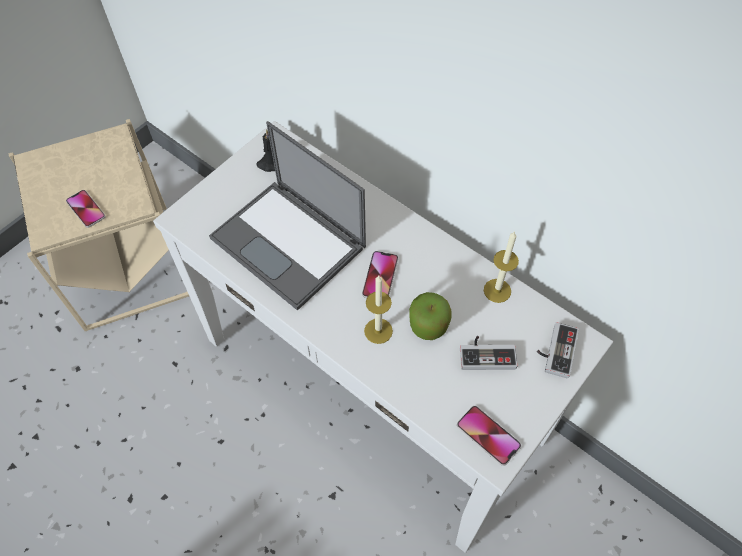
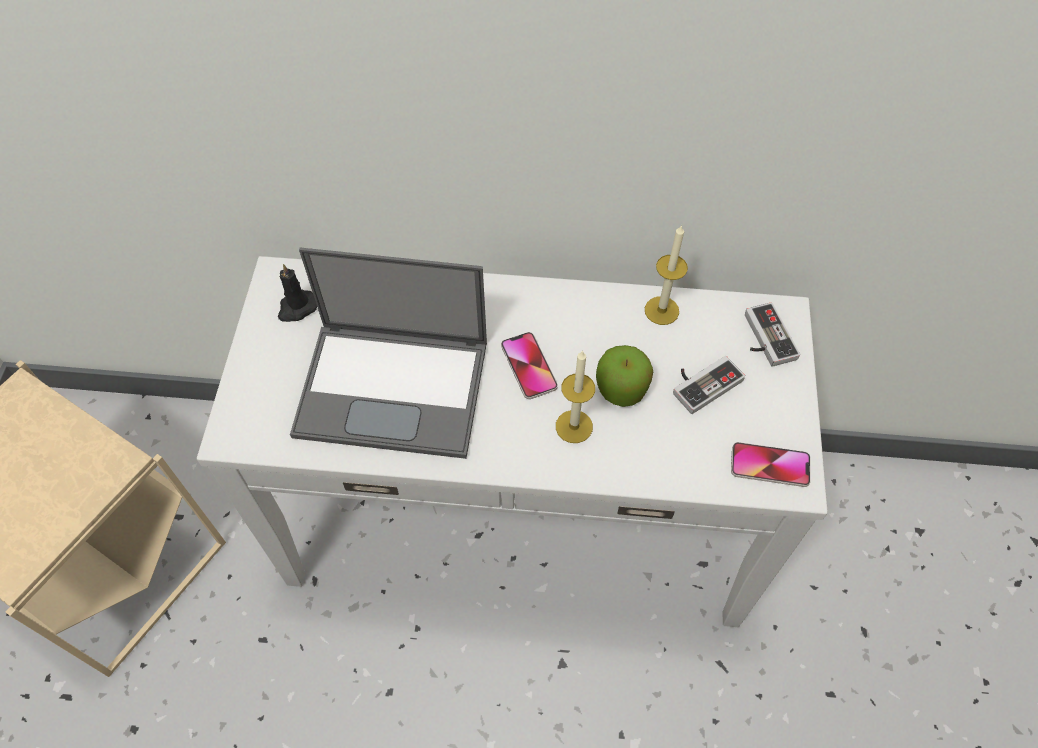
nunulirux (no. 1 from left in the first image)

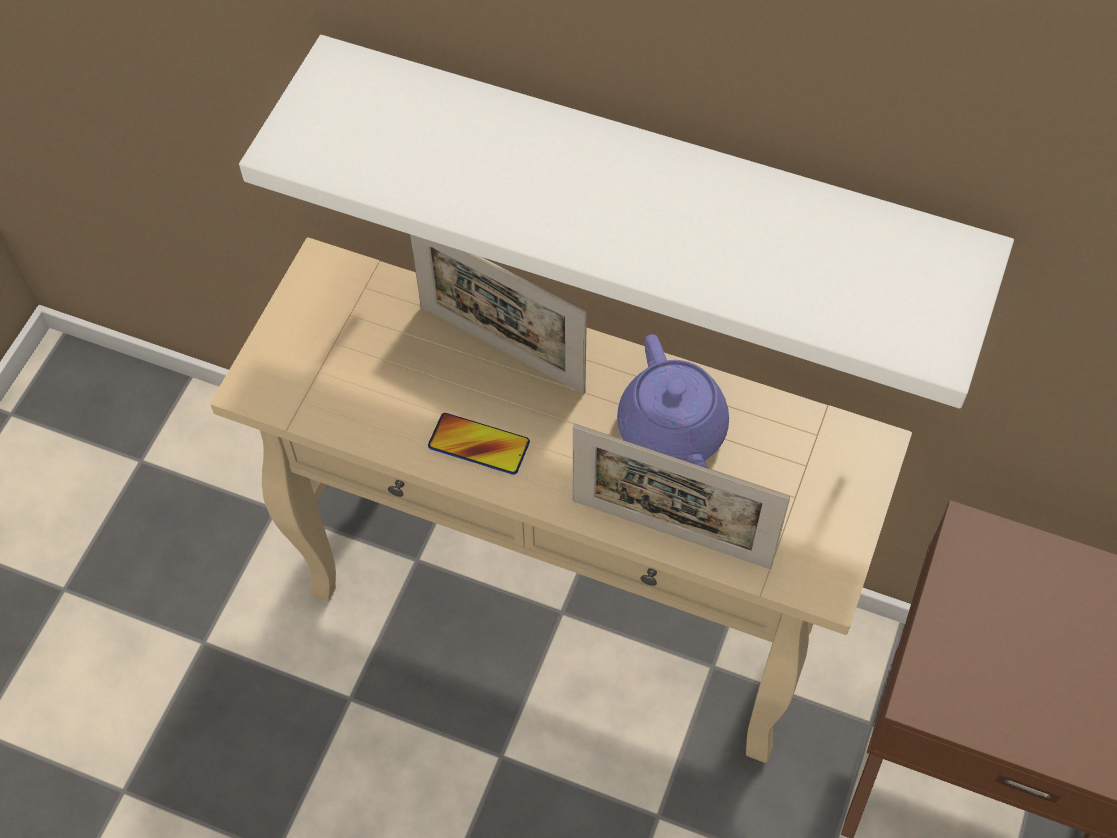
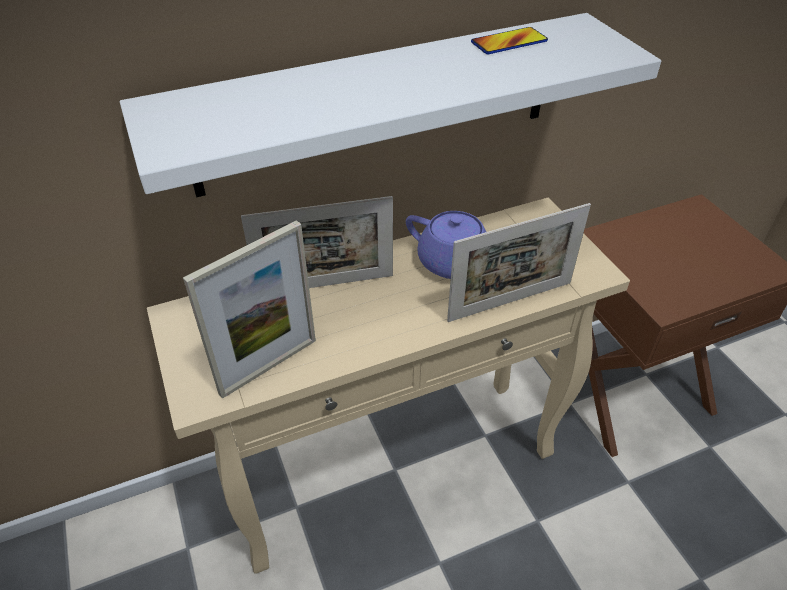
nunulirux
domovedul (no. 1 from left)

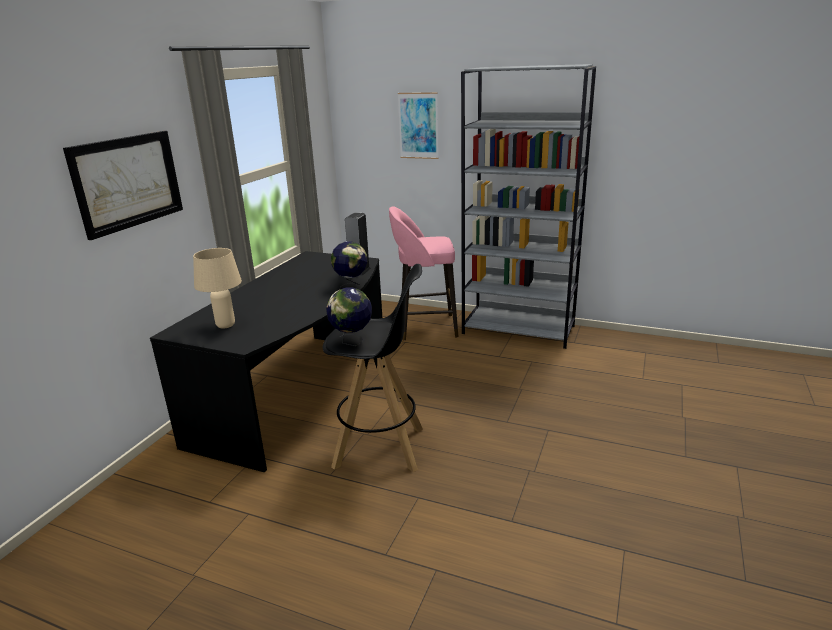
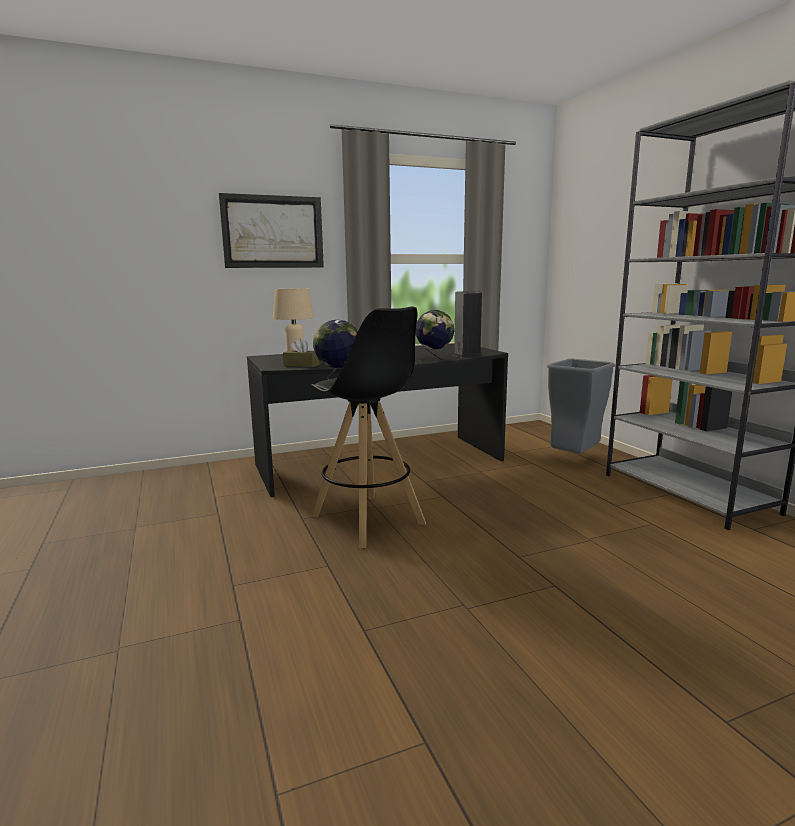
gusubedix (no. 2 from left in the first image)
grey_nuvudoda
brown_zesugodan

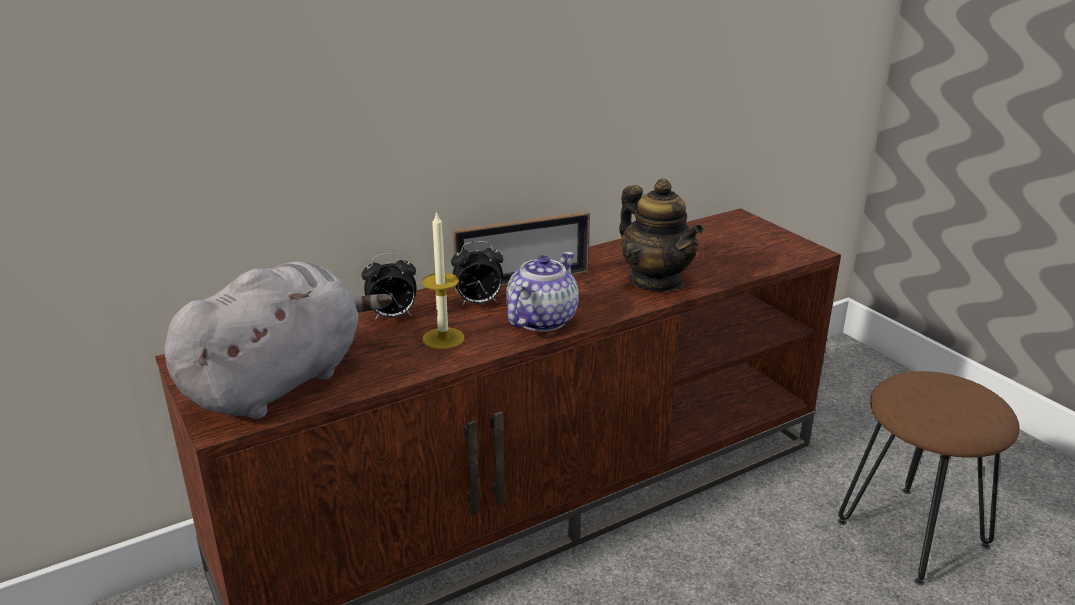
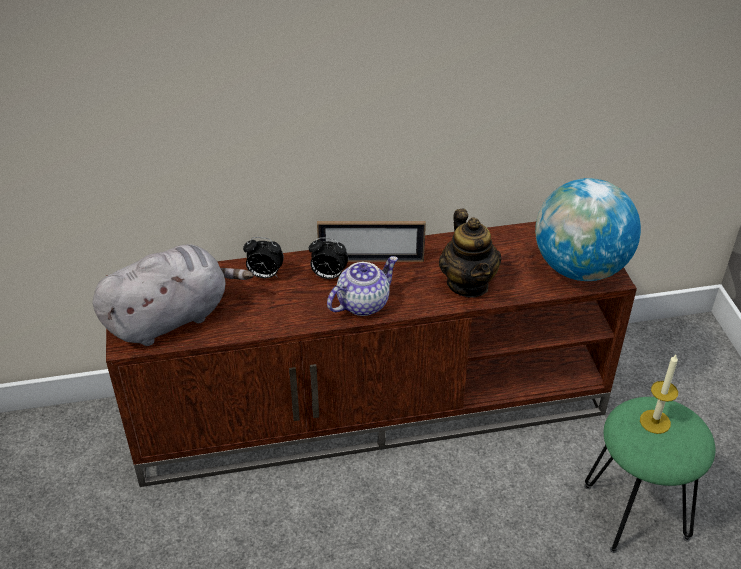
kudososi
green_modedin
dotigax

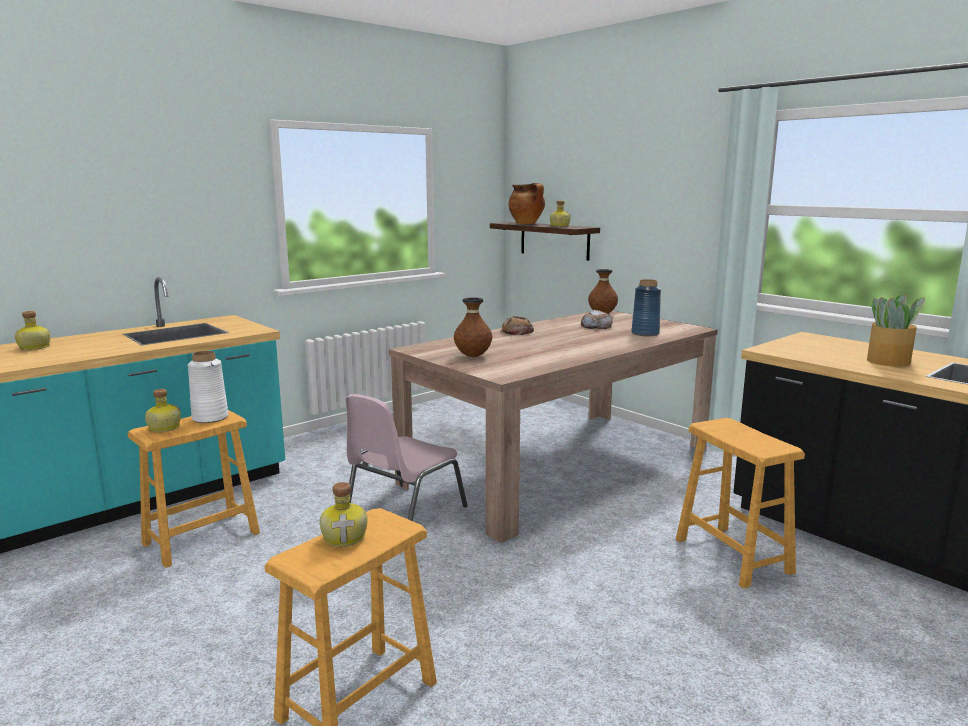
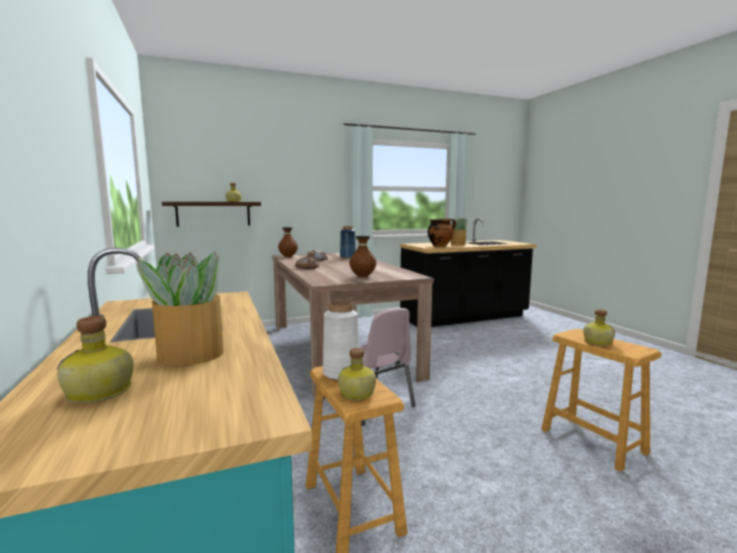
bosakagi
brown_modedin (no. 3 from left in the first image)
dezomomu (no. 1 from left)

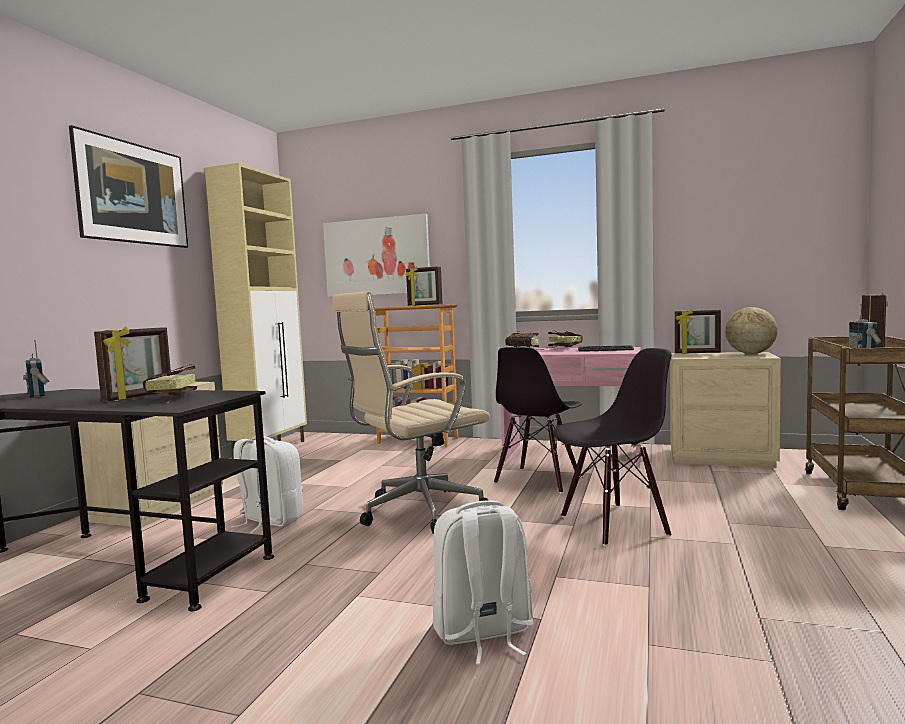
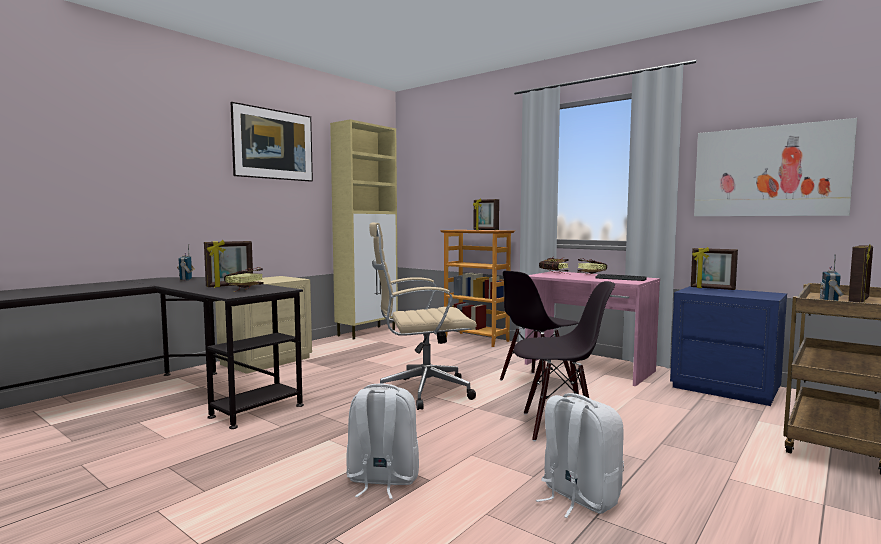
gusubedix (no. 2 from left)
dotigax
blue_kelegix
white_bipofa (no. 2 from left)

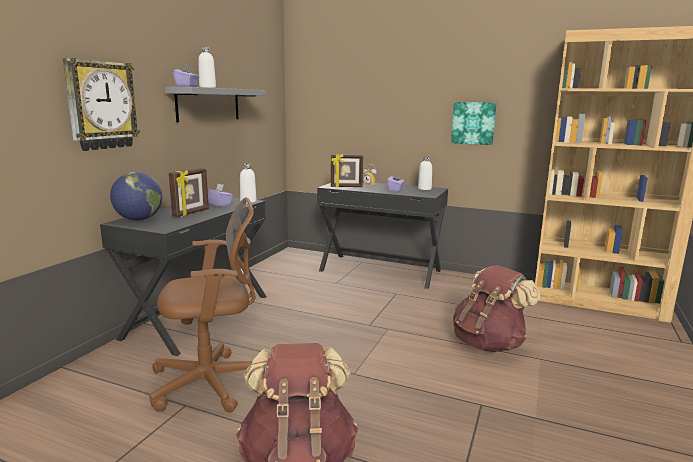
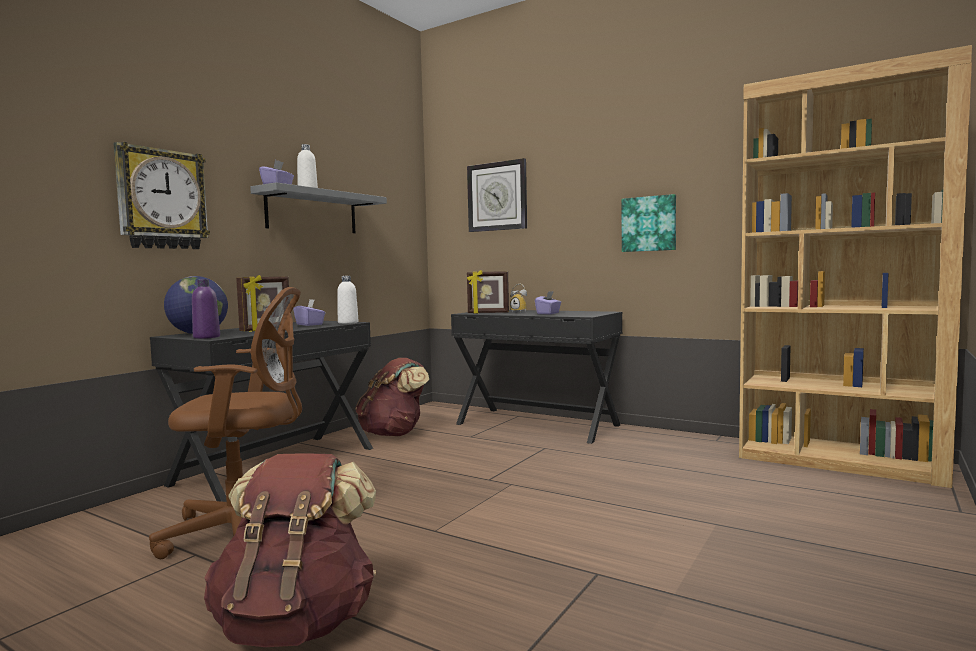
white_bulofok (no. 3 from left in the first image)
brown_bipofa (no. 2 from left)
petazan (no. 2 from left)
purple_bulofok

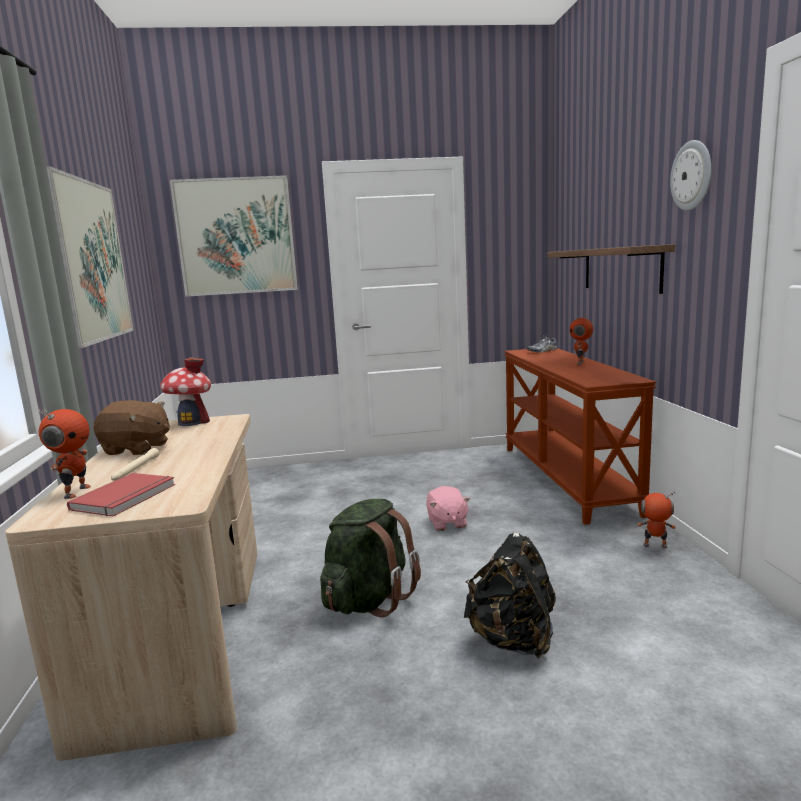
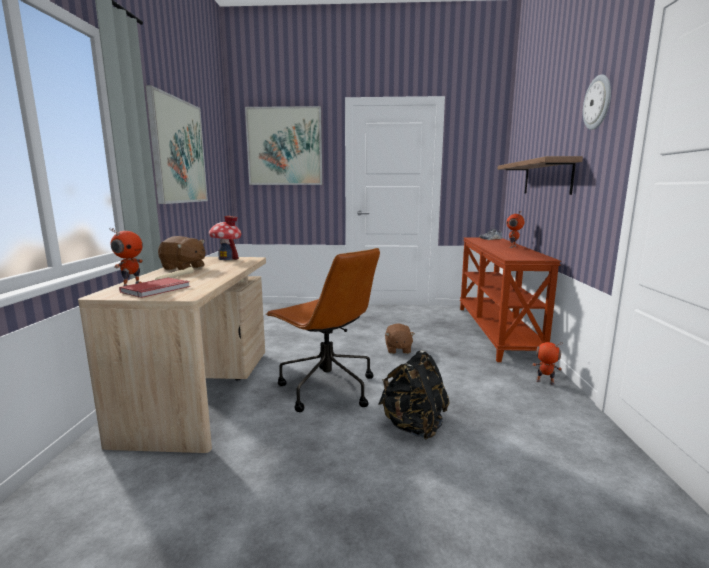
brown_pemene (no. 2 from left)
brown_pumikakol

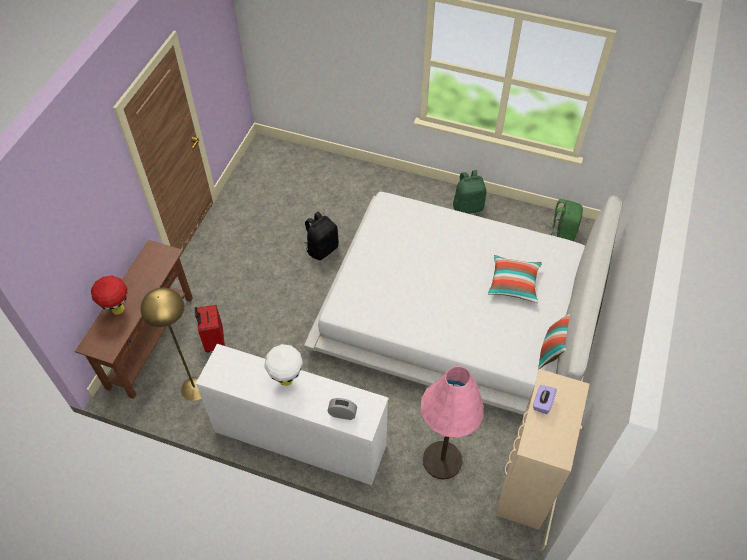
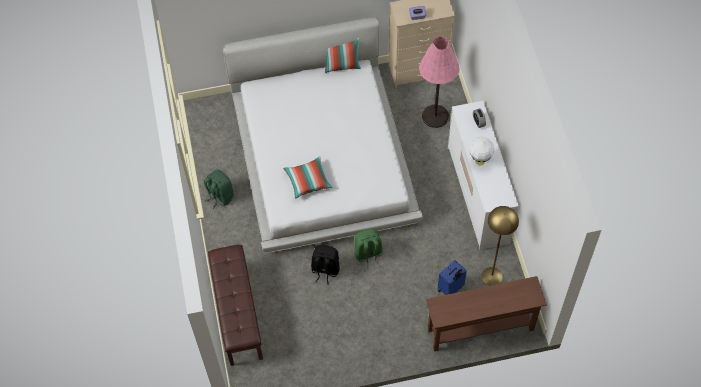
green_bipofa (no. 2 from left)
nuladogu (no. 1 from left)
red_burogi
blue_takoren
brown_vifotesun

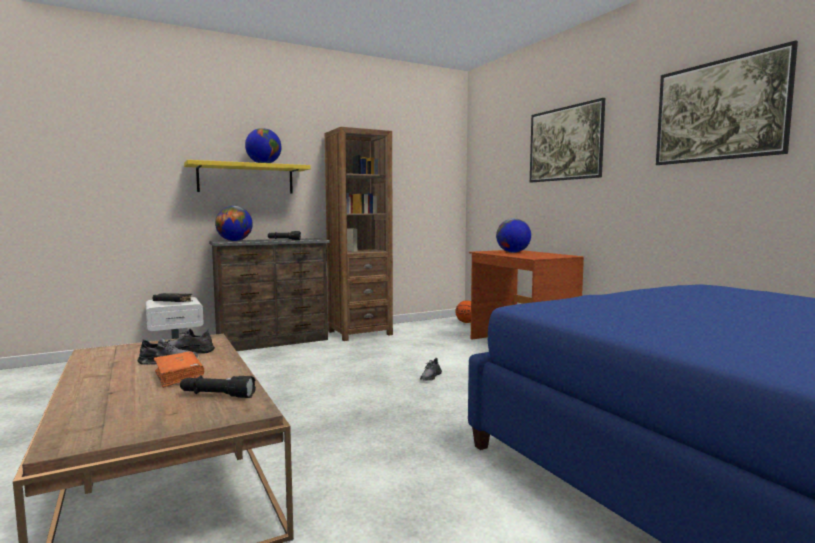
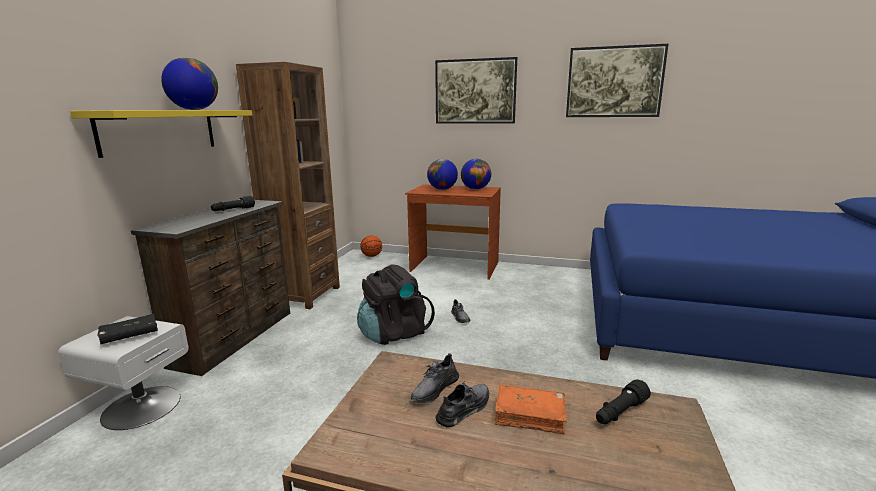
dotigax (no. 3 from left)
black_bipofa

